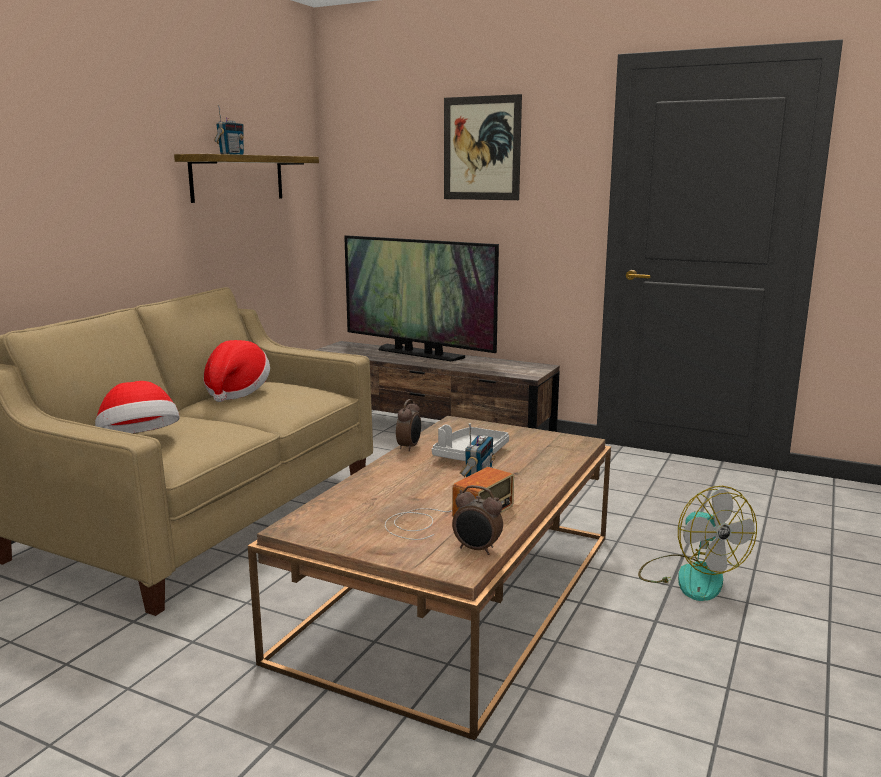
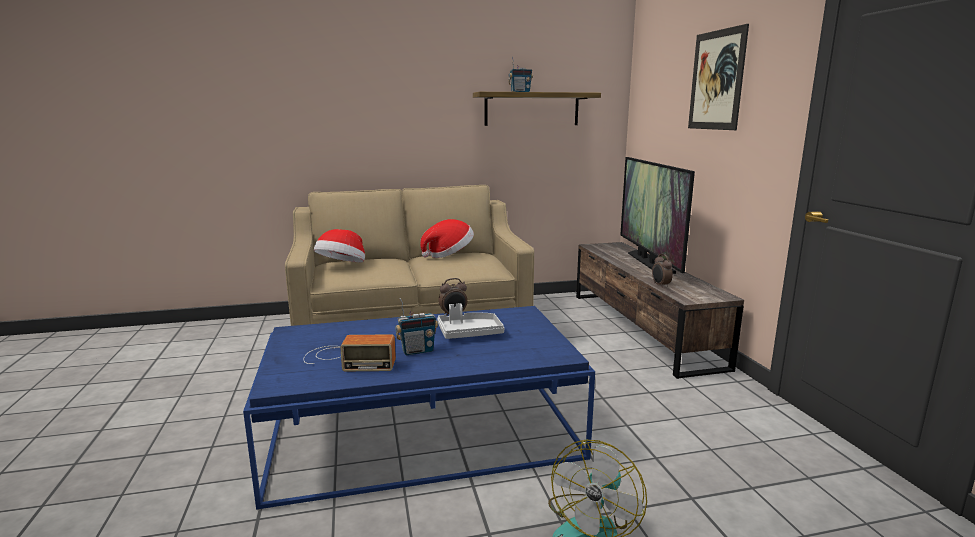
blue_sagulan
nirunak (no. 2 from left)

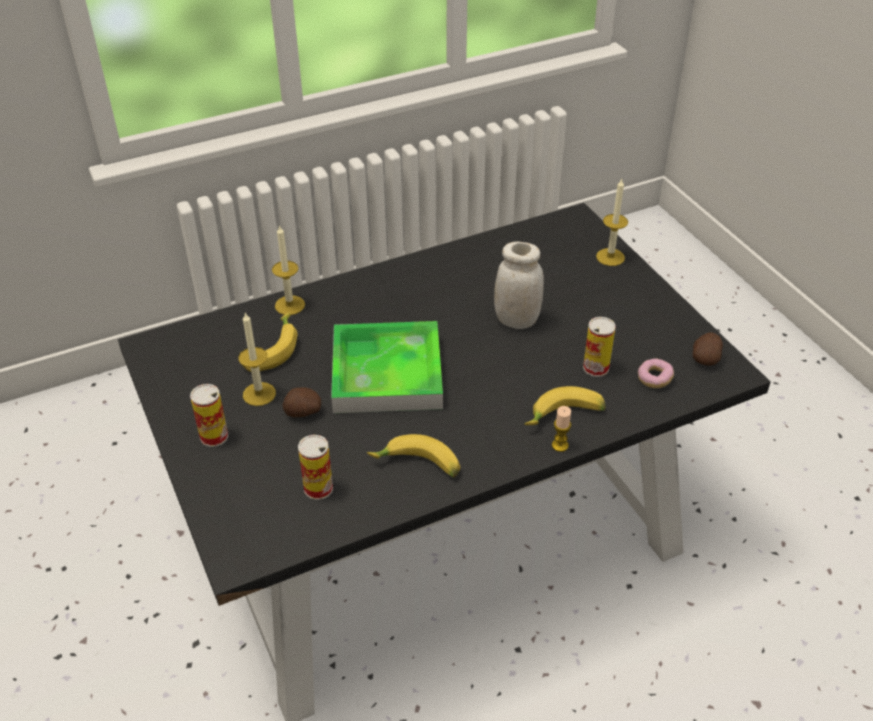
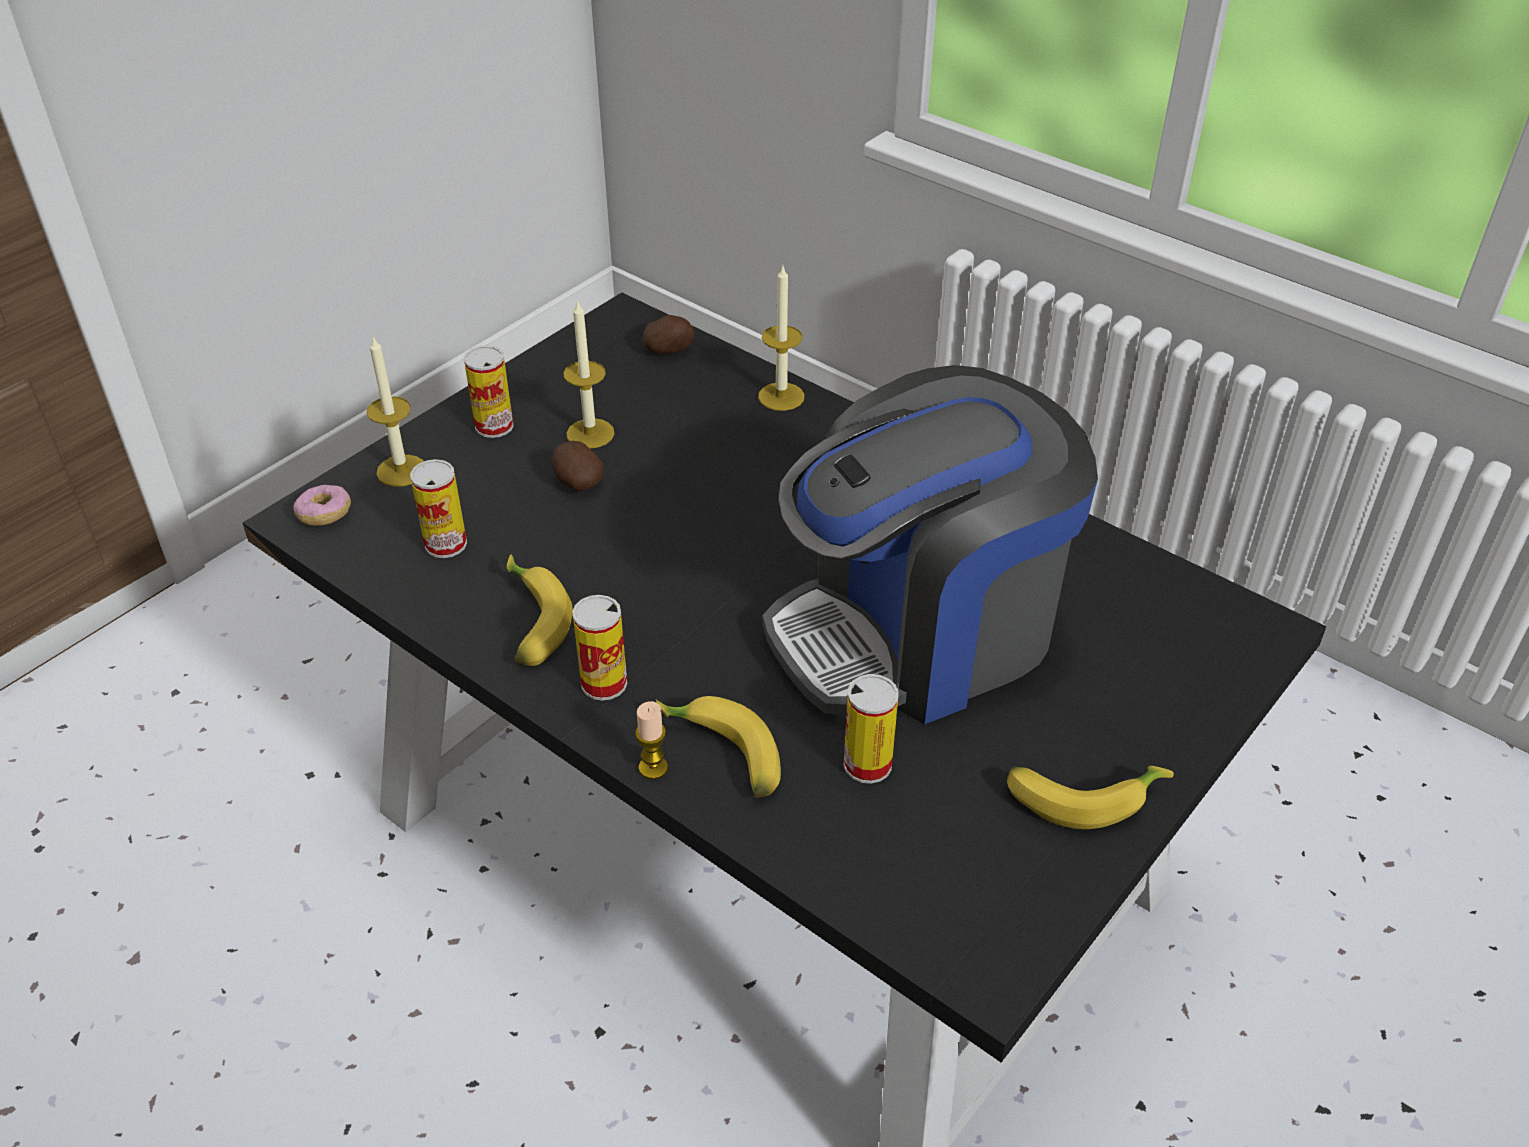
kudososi (no. 1 from left)
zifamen
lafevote (no. 3 from left)
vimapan
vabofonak (no. 2 from left)
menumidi
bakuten (no. 3 from left)

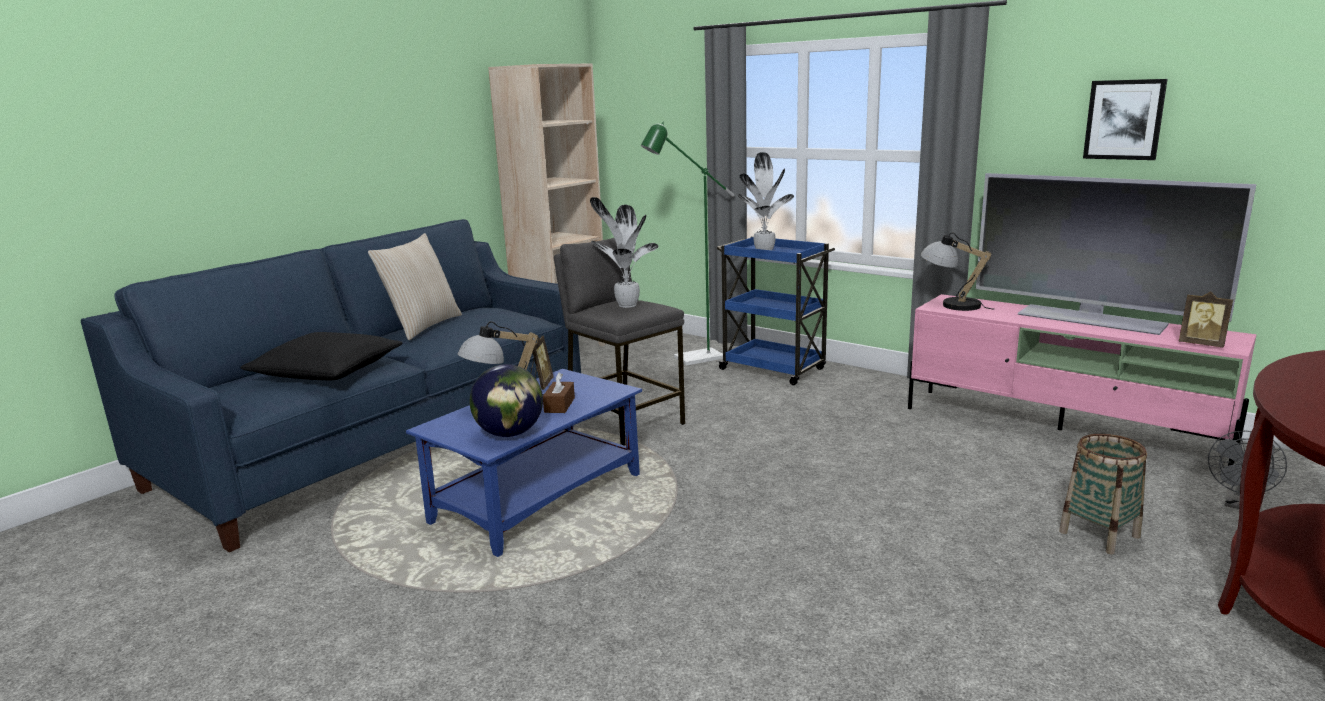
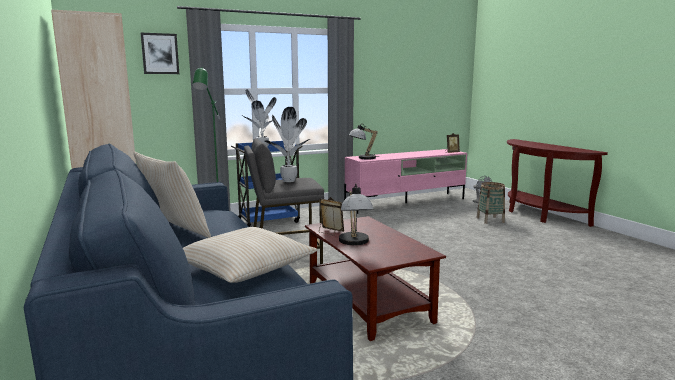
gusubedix
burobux
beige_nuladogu (no. 2 from left)
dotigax
brown_sagulan
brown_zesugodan

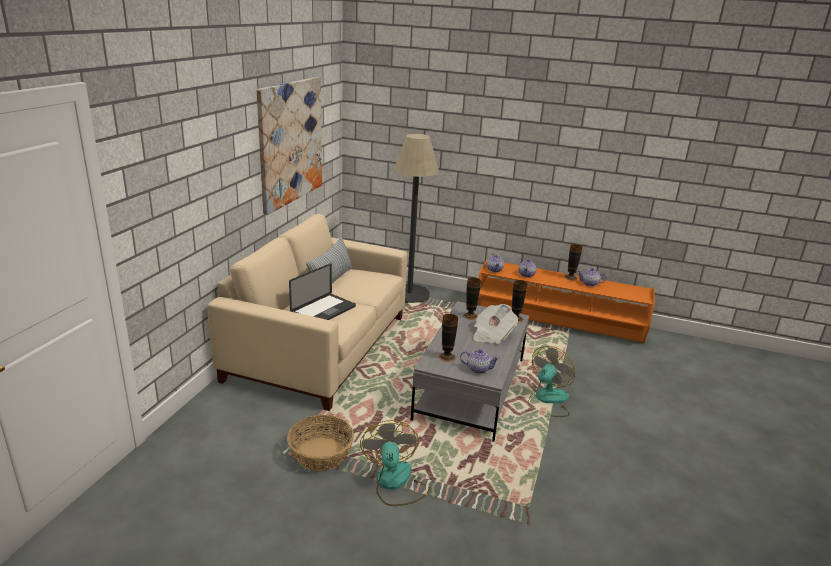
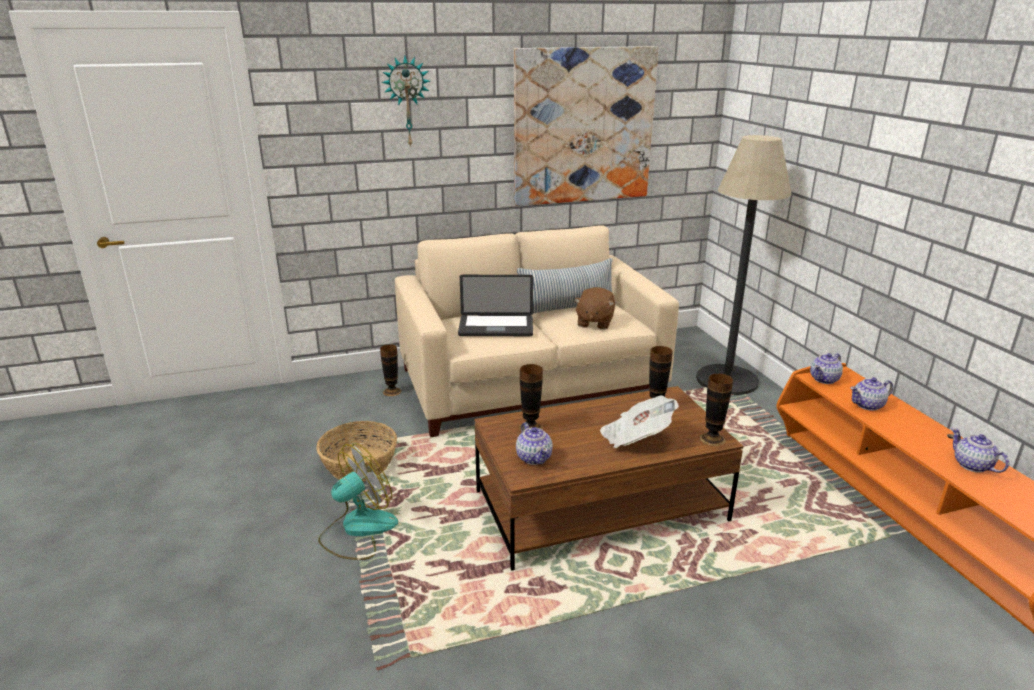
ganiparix (no. 1 from left)
brown_sagulan
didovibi (no. 2 from left in the first image)
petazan
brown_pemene

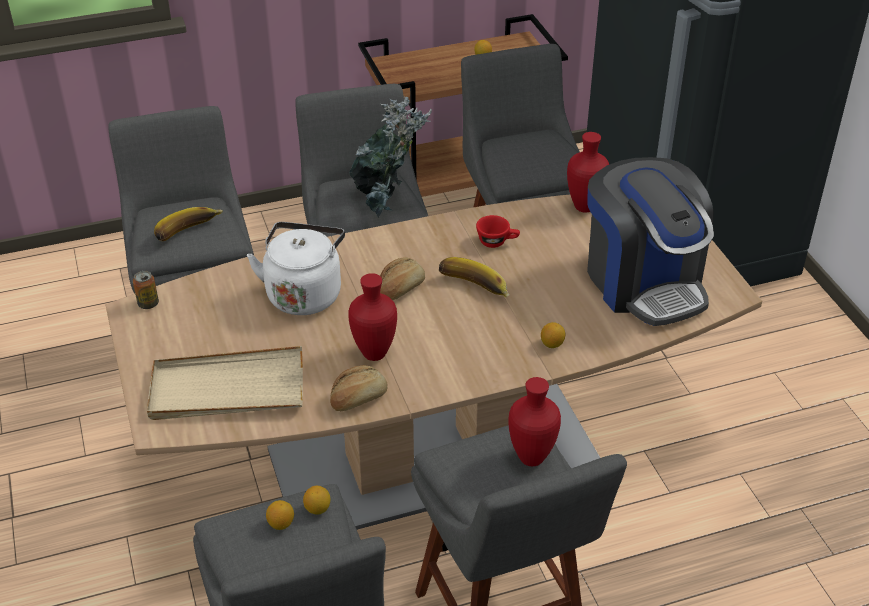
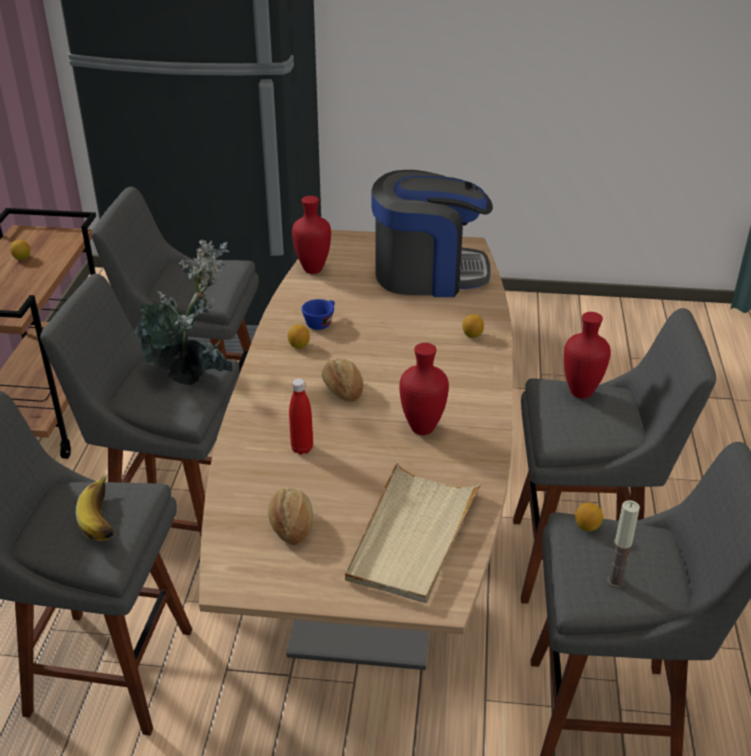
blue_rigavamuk
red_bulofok
lafevote (no. 2 from left in the first image)
bakuten
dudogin (no. 1 from left)
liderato (no. 2 from left)
kudososi

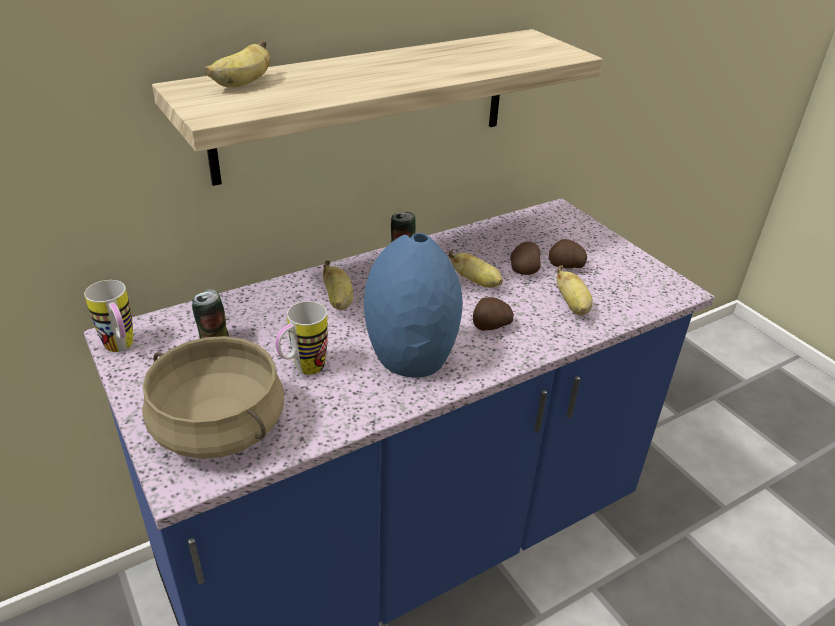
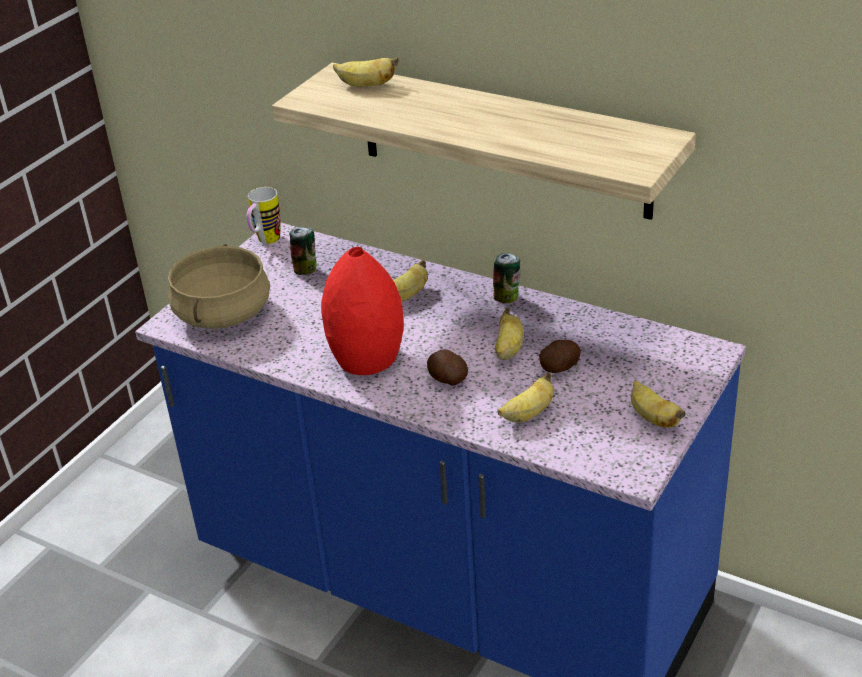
red_ganiparix
vabofonak (no. 3 from left in the first image)
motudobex (no. 2 from left in the first image)
lafevote (no. 5 from left)

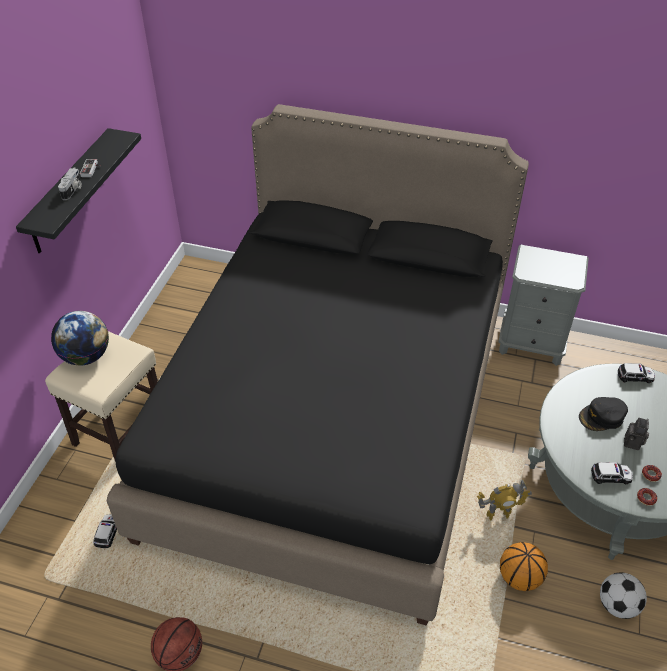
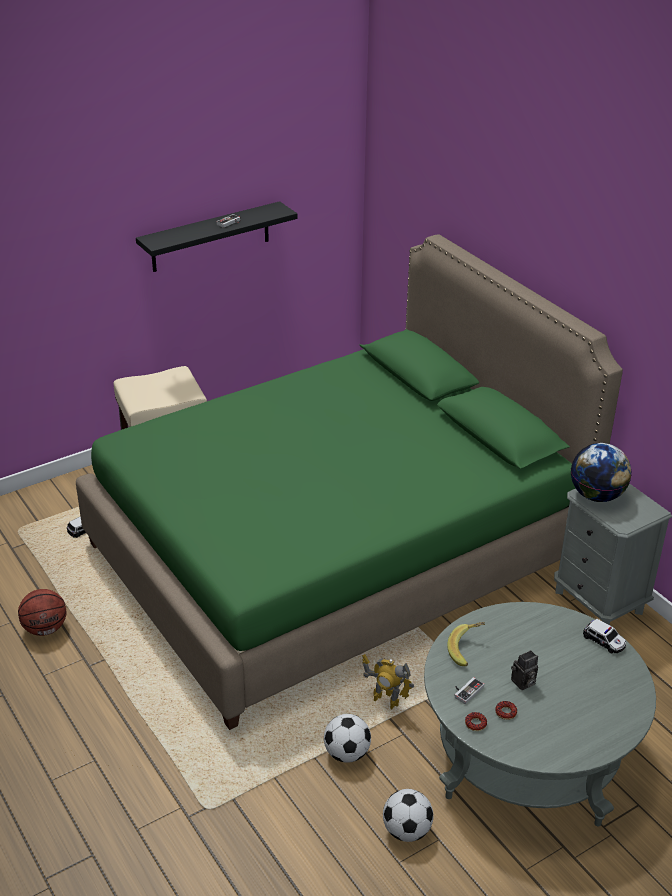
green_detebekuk
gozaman (no. 1 from left in the first image)
dotigax
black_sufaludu
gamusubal (no. 2 from left)
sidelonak (no. 1 from left)
lafevote

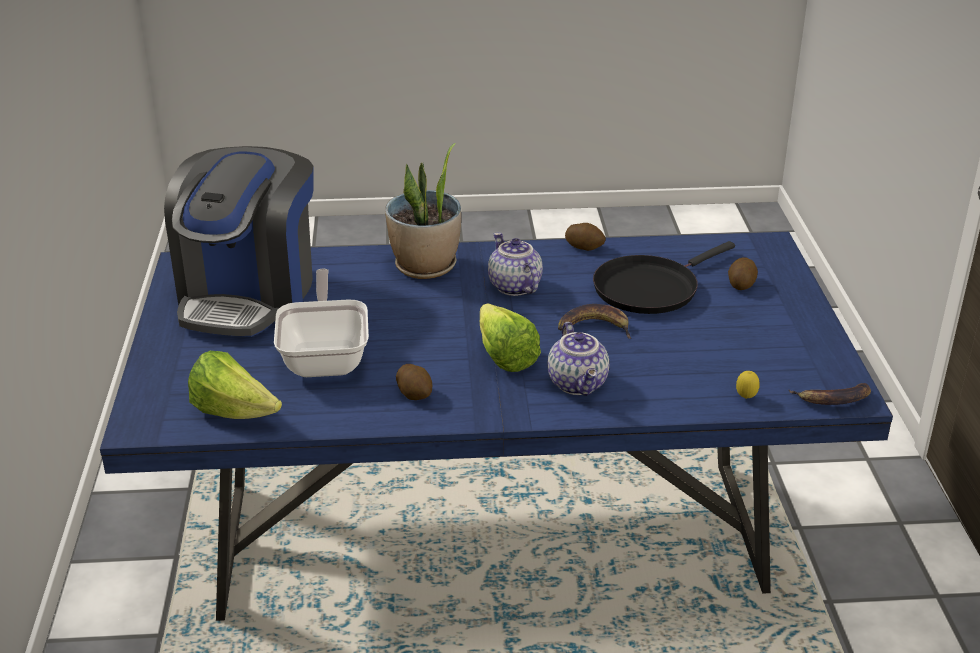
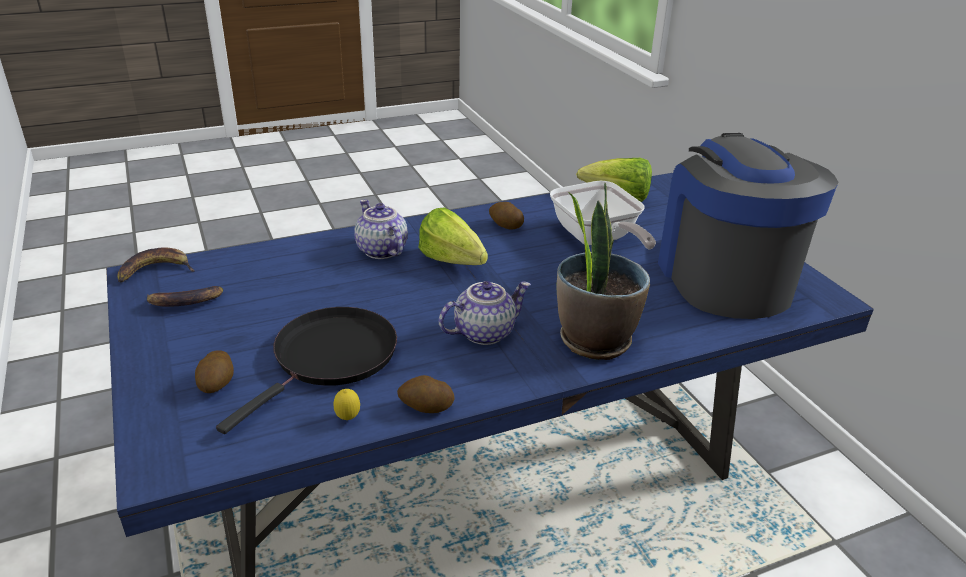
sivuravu (no. 2 from left)
lafevote (no. 2 from left)
liderato

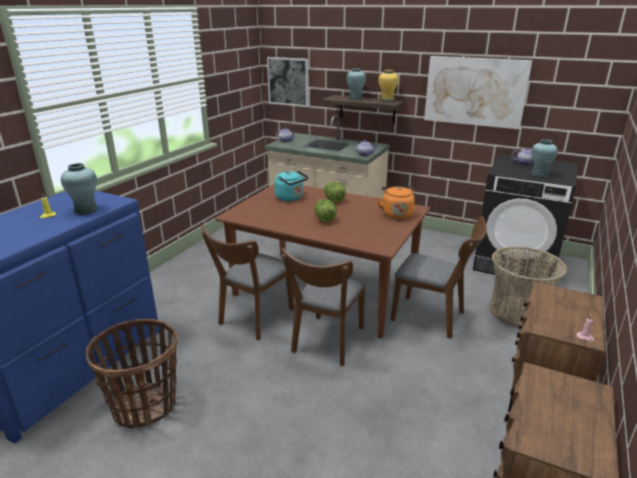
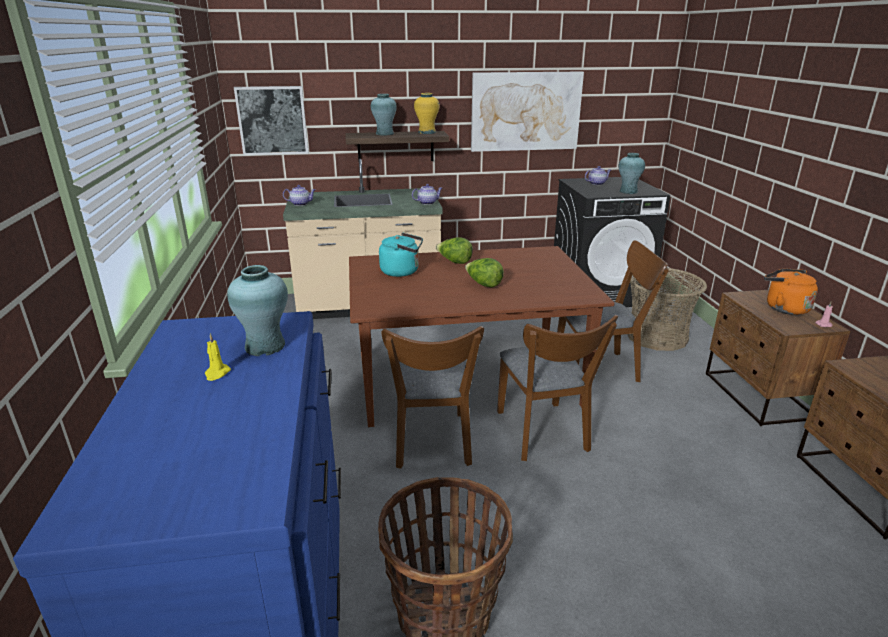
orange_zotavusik

